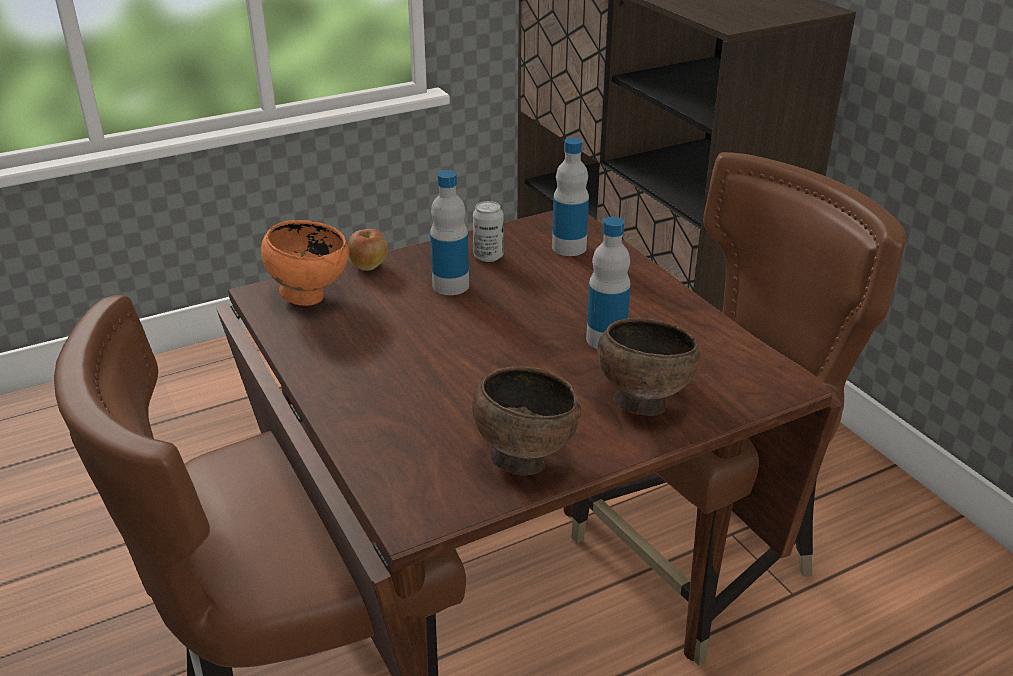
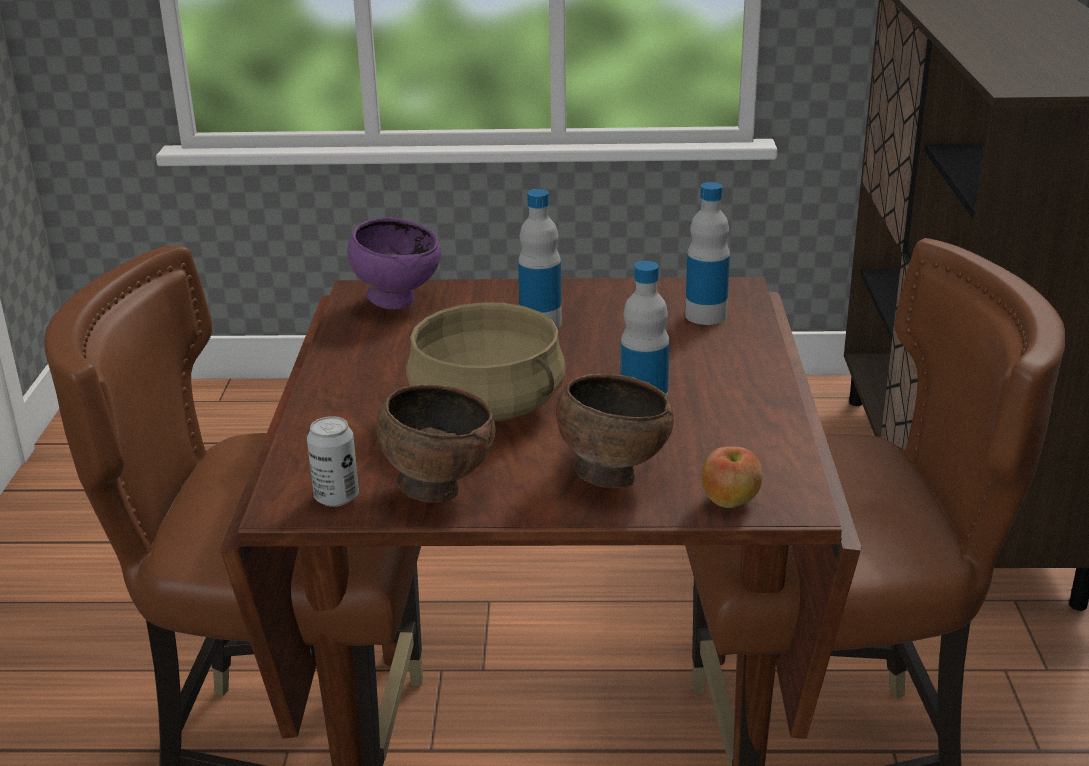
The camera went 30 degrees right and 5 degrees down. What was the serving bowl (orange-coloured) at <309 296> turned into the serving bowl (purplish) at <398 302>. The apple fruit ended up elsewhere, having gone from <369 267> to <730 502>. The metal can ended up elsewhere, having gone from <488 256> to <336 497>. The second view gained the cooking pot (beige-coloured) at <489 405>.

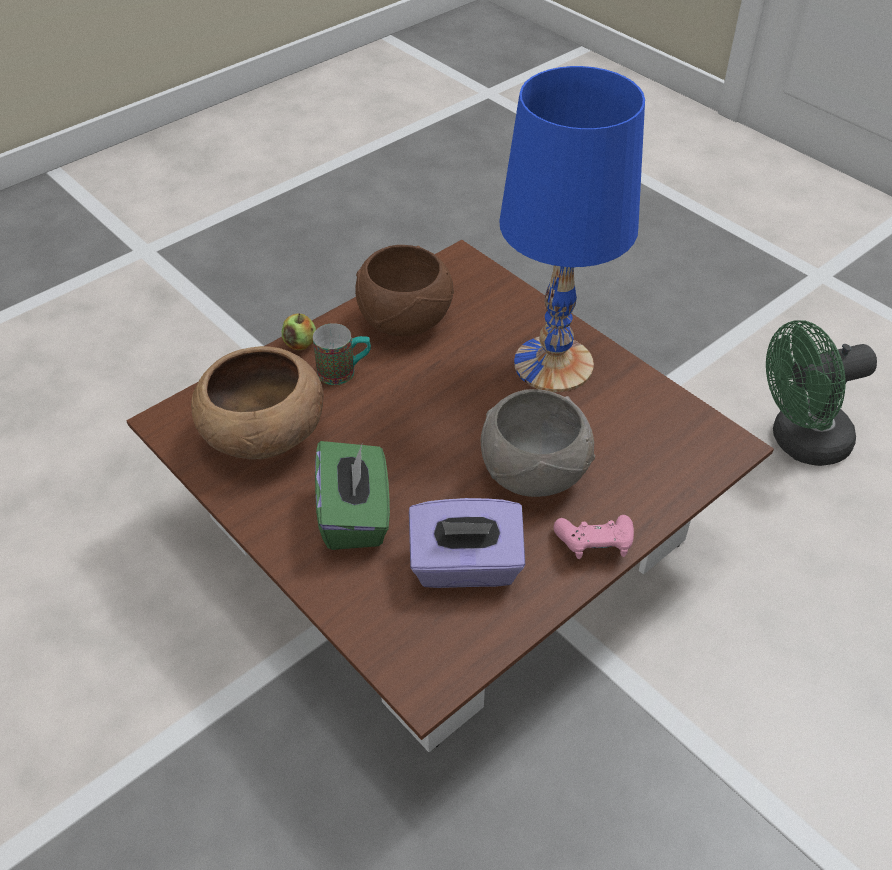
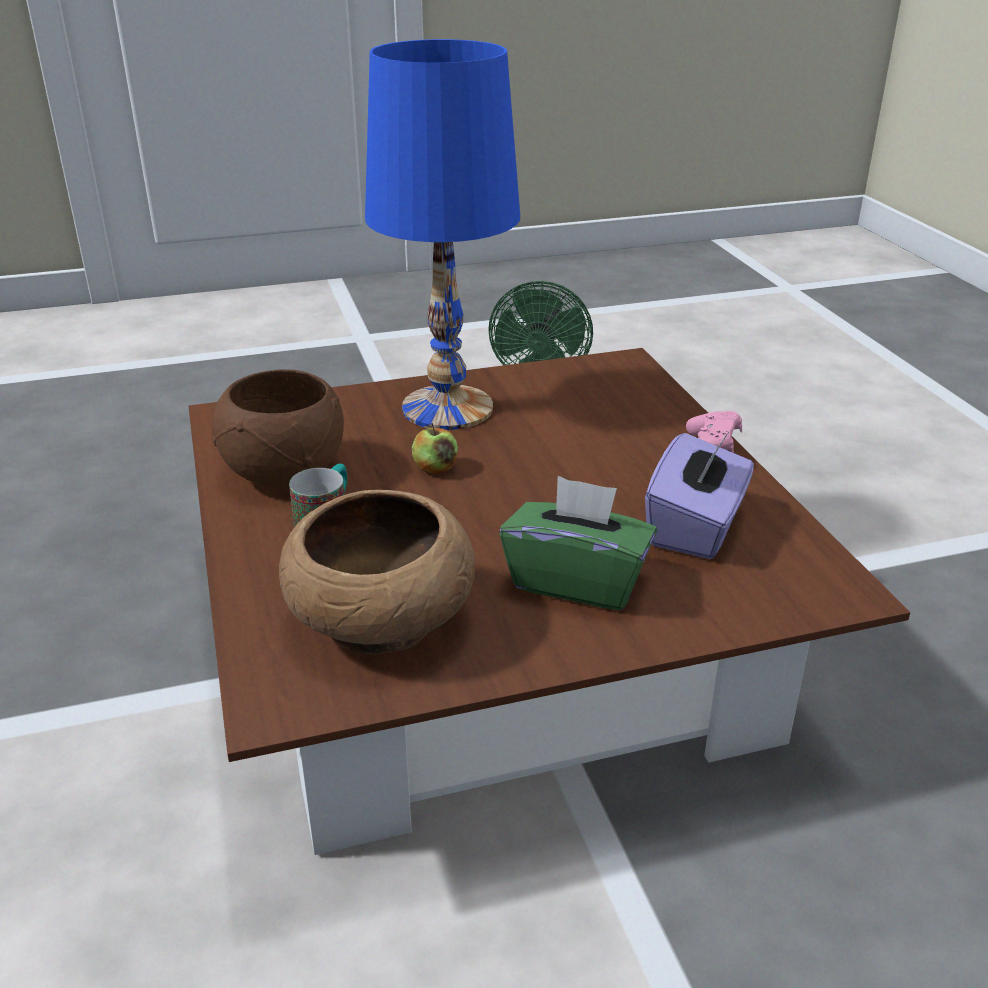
The camera went 65 degrees left and 15 degrees down. The apple fruit ended up elsewhere, having gone from <300 344> to <435 468>. The second view lost the serving bowl (greyish) at <531 473>.

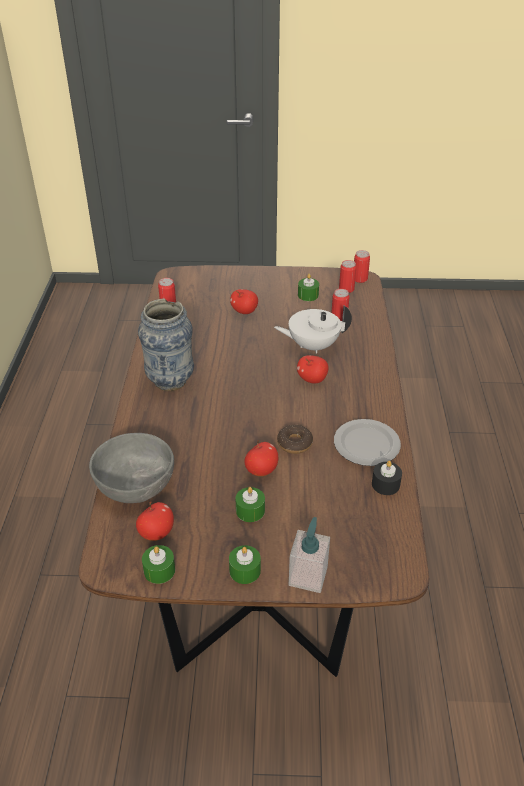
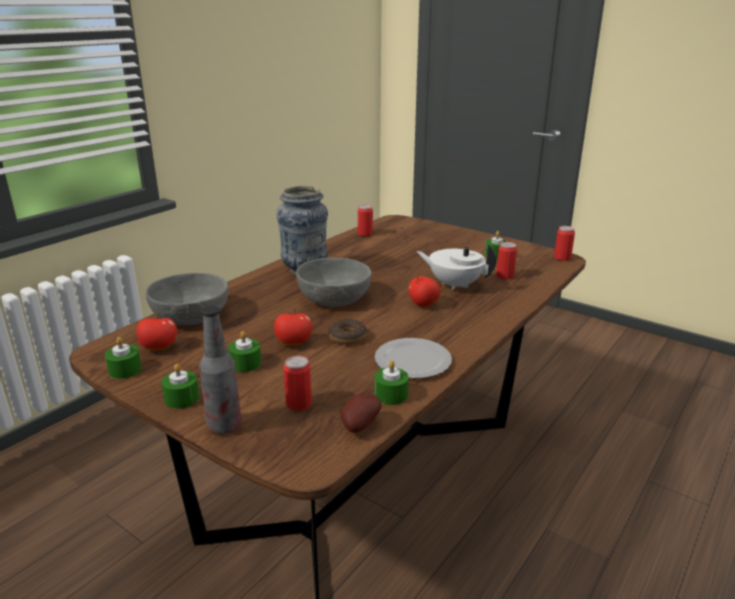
The camera went 35 degrees right and 15 degrees down. The second view lost the apple fruit at <244 311>. Where the soap dispenser stood at <308 576>, the drink bottle came to stand at <224 426>. The metal can ended up elsewhere, having gone from <346 289> to <299 404>. What was the wax light (black) at <385 484> turned into the wax light (greenish) at <391 395>. The second view gained the serving bowl (greyish) at <334 297>. The second view gained the potato at <358 426>.

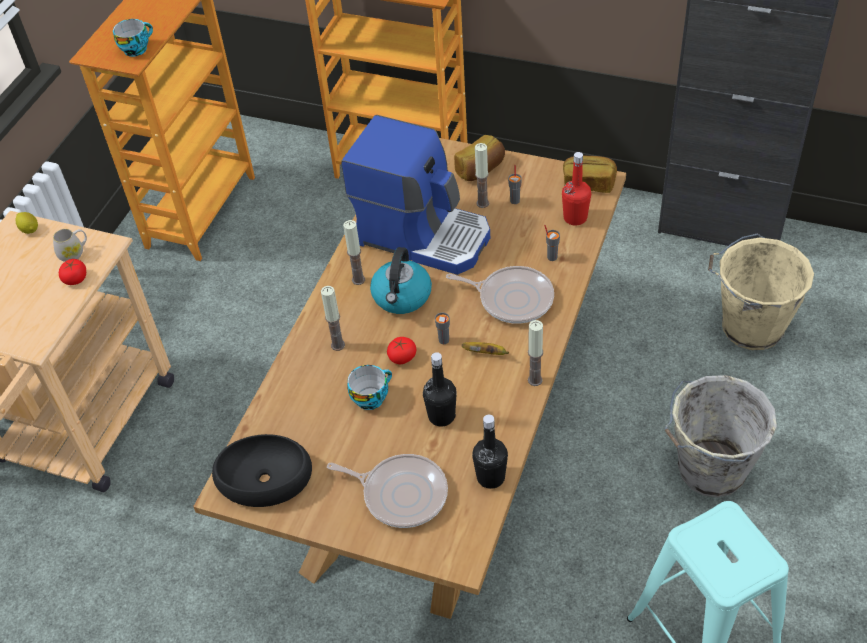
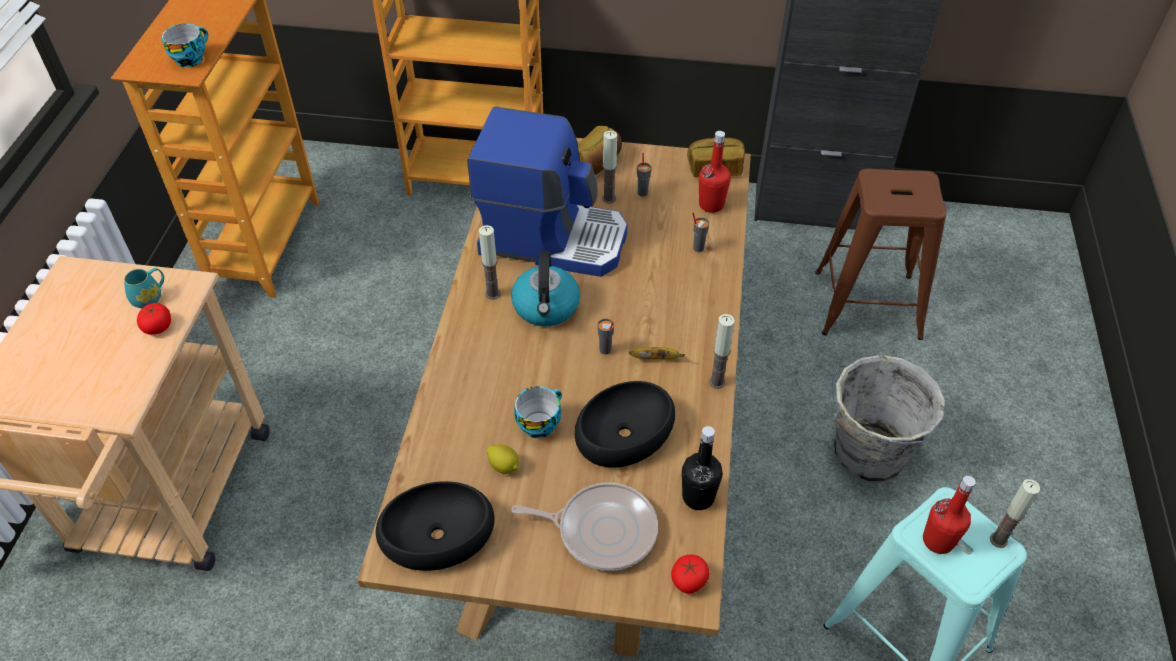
The camera went 15 degrees left and 0 degrees up. The citrus fruit ended up elsewhere, having gone from <29 229> to <504 466>. What was the mug (whitish) at <74 253> turned into the mug (turquoise-coloured) at <150 297>. The wax light ended up elsewhere, having gone from <338 345> to <998 540>. The fresh tomato ended up elsewhere, having gone from <402 357> to <688 580>. Where the drink bottle (black) stood at <441 416>, the serving bowl (black) came to stand at <625 435>. The second view lost the pan at <512 298>. Where the pail (beige-coloured) stood at <749 326>, the stool (brown-coloured) came to stand at <867 304>. The second view gained the drink bottle (red-coloured) at <938 540>.

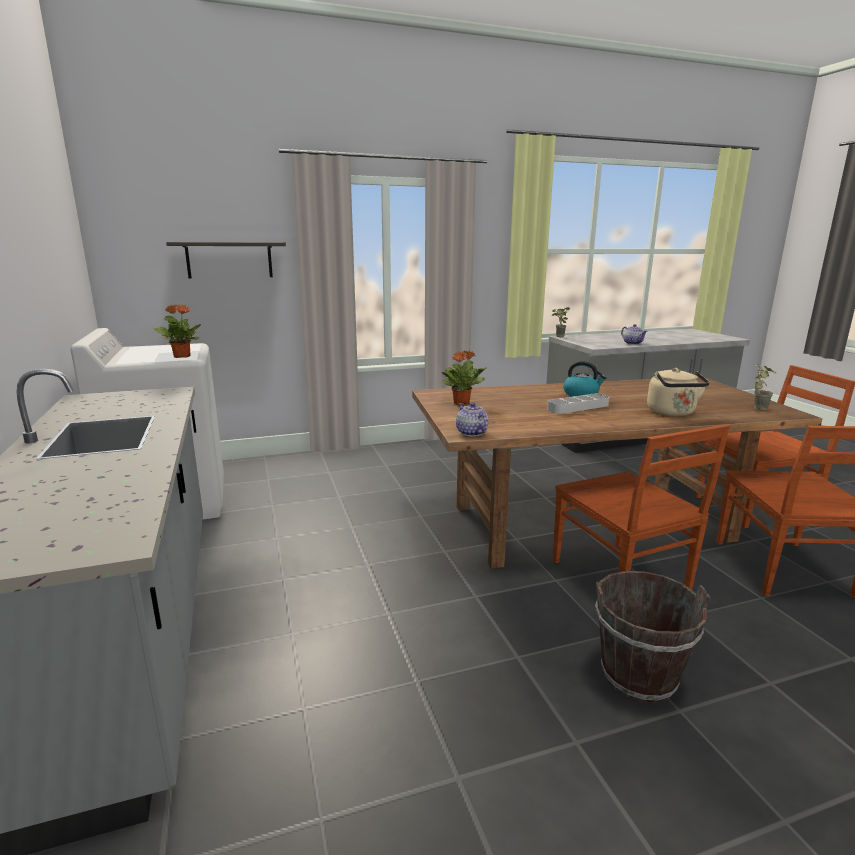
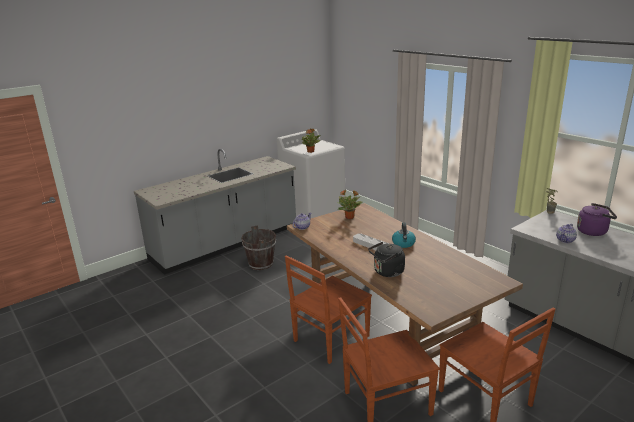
The camera went 70 degrees right and 5 degrees up. The second view lost the bracket shelf at <229 260>. The pail (brown-coloured) ended up elsewhere, having gone from <638 676> to <261 264>. What was the tea kettle (beige-coloured) at <672 413> turned into the tea kettle (black) at <387 272>. The second view lost the plant in a pot at <757 407>. The second view gained the tea kettle (purplish) at <593 231>.

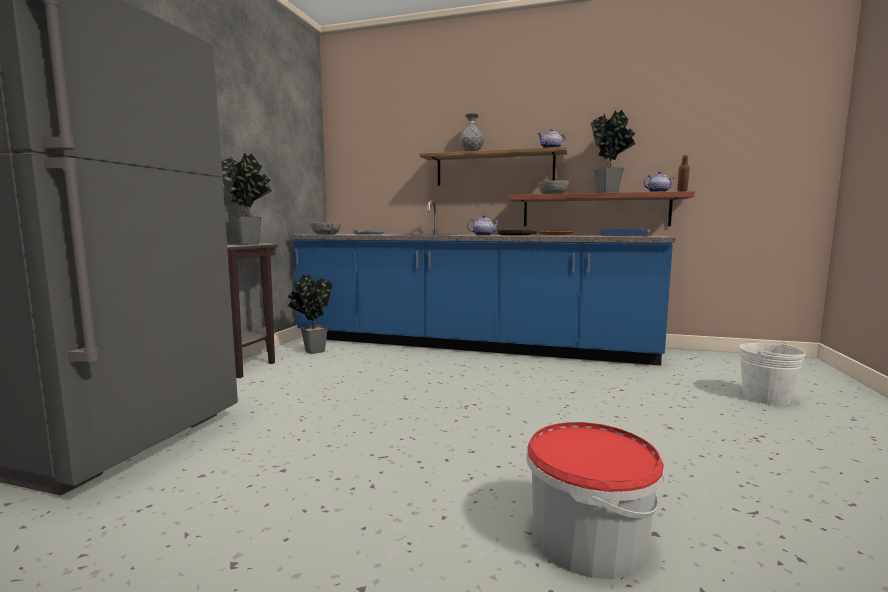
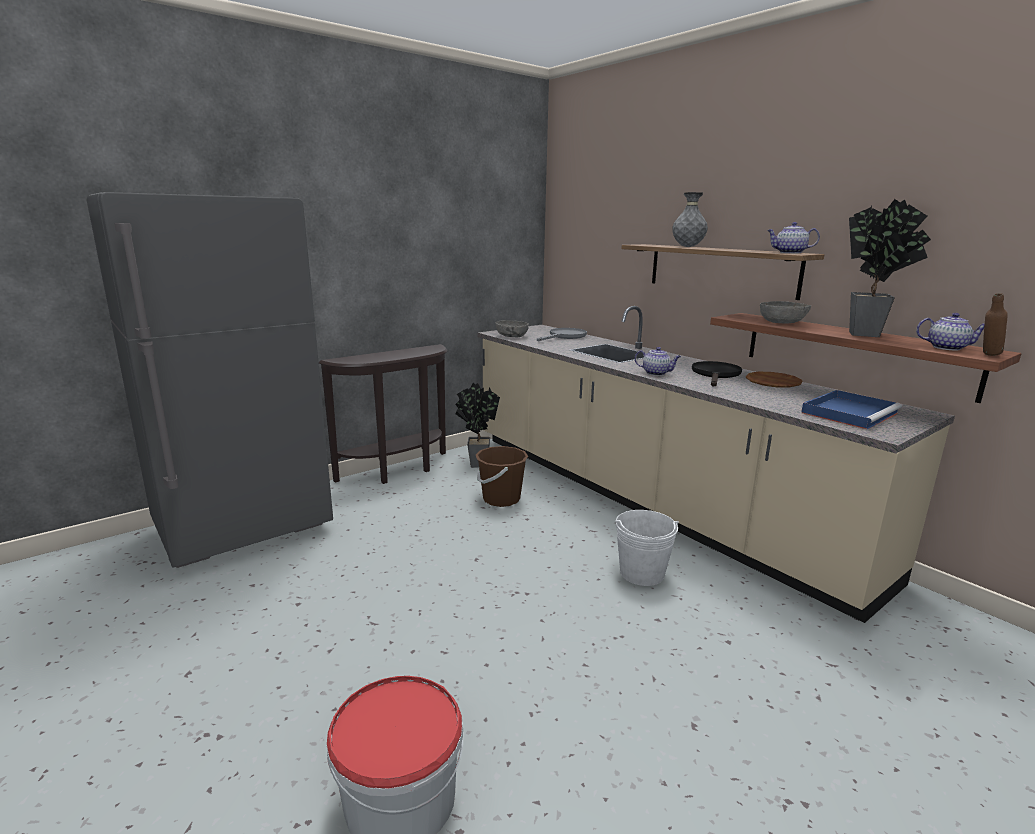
The camera went 35 degrees right and 10 degrees up. The second view lost the plant in a pot at <250 244>. What was the kitchen base unit (bluish) at <468 344> turned into the kitchen base unit (beige-coloured) at <645 498>. The pail (whitish) ended up elsewhere, having gone from <766 398> to <642 573>. The second view gained the pail (brown-coloured) at <501 499>.

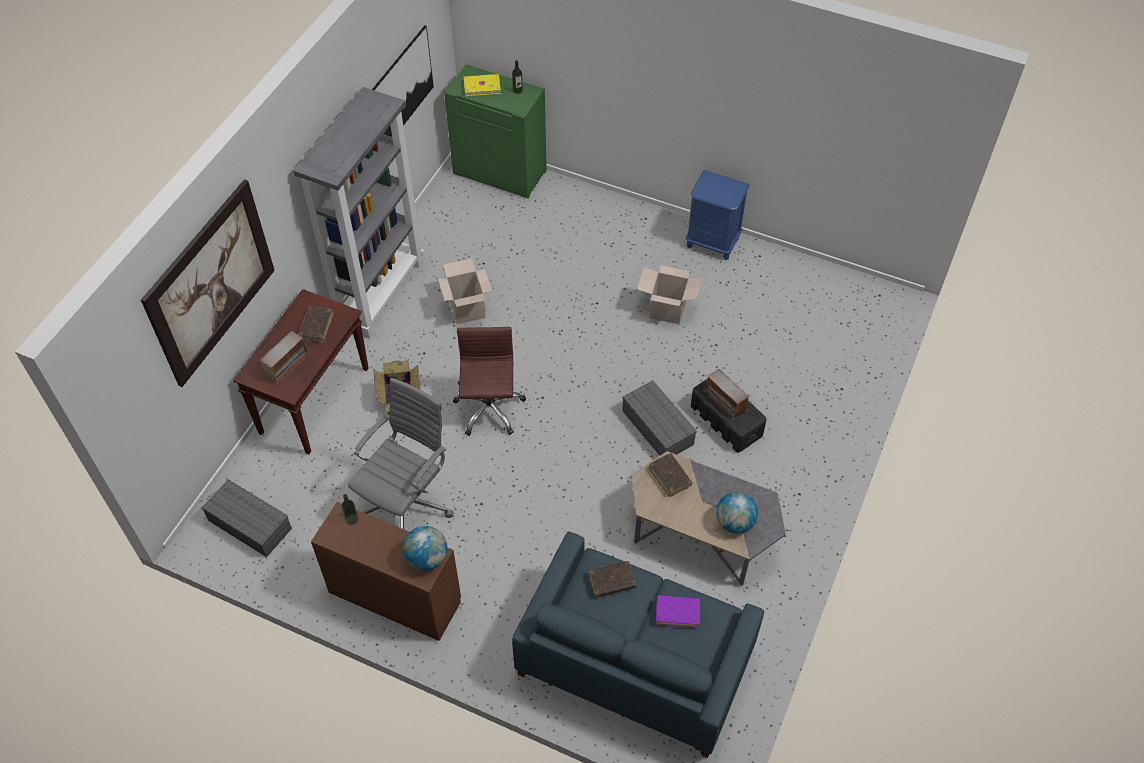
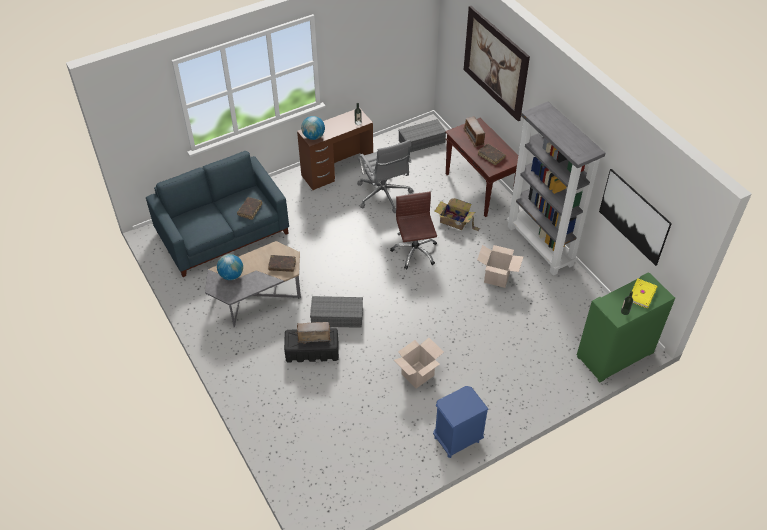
The camera went 125 degrees right and 5 degrees down. The desk chair (brown-coloured) at <489 409> ended up facing another way, 135 degrees counterclockwise from before. The second view lost the bound book (purplish) at <677 614>.

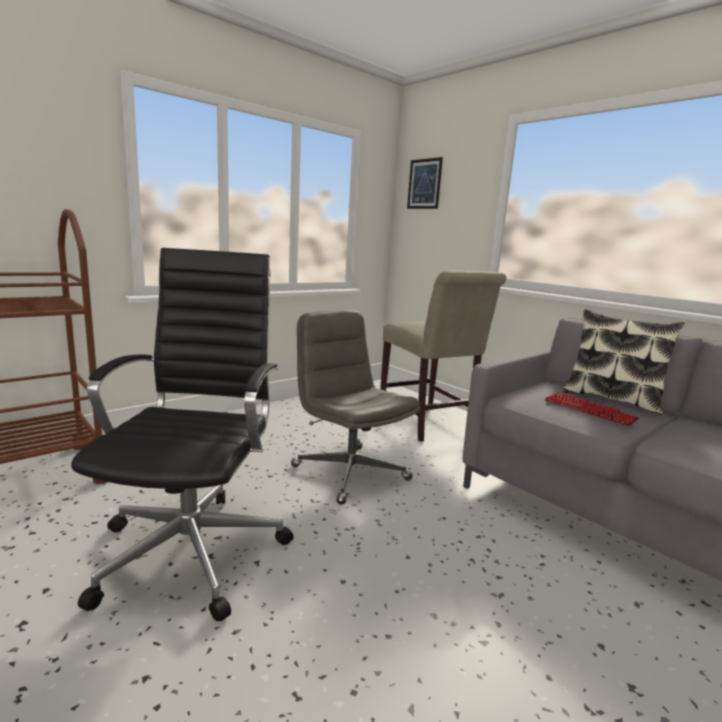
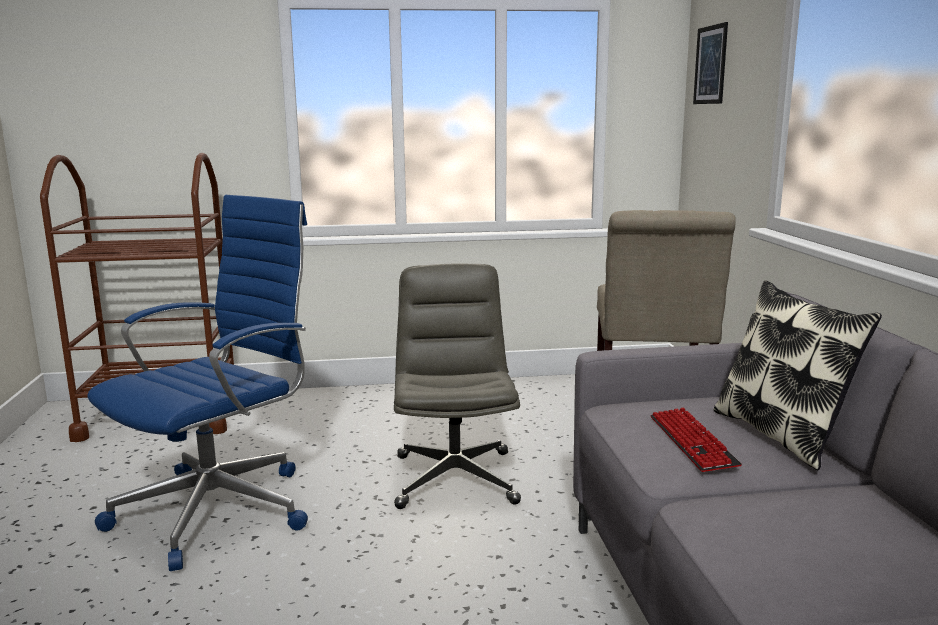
The camera went 35 degrees right and 0 degrees up. What was the desk chair (black) at <194 548> turned into the desk chair (bluish) at <220 509>.

